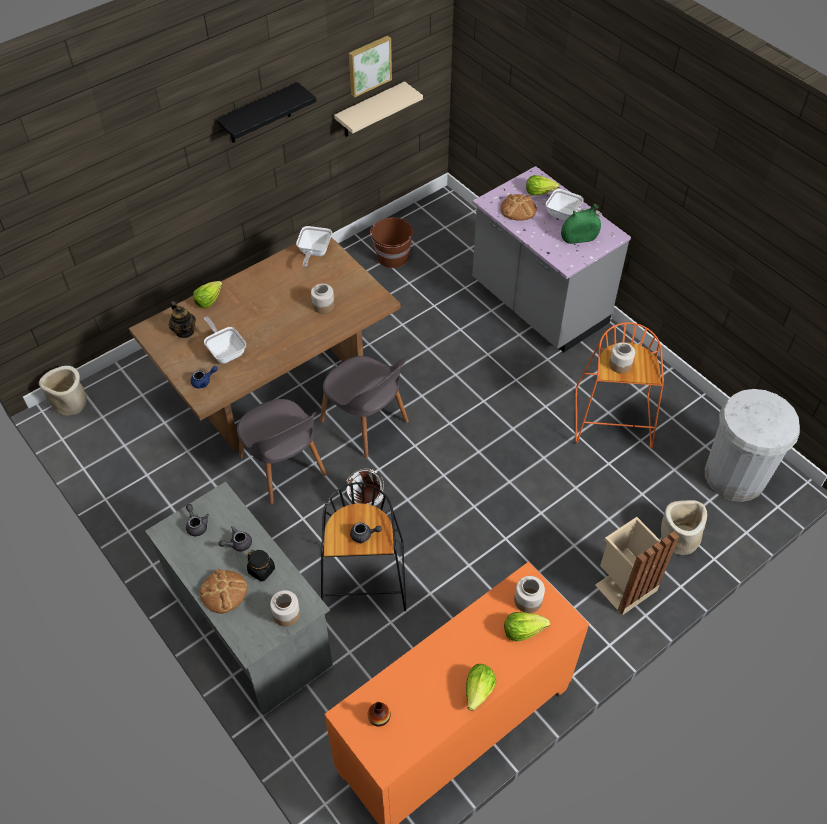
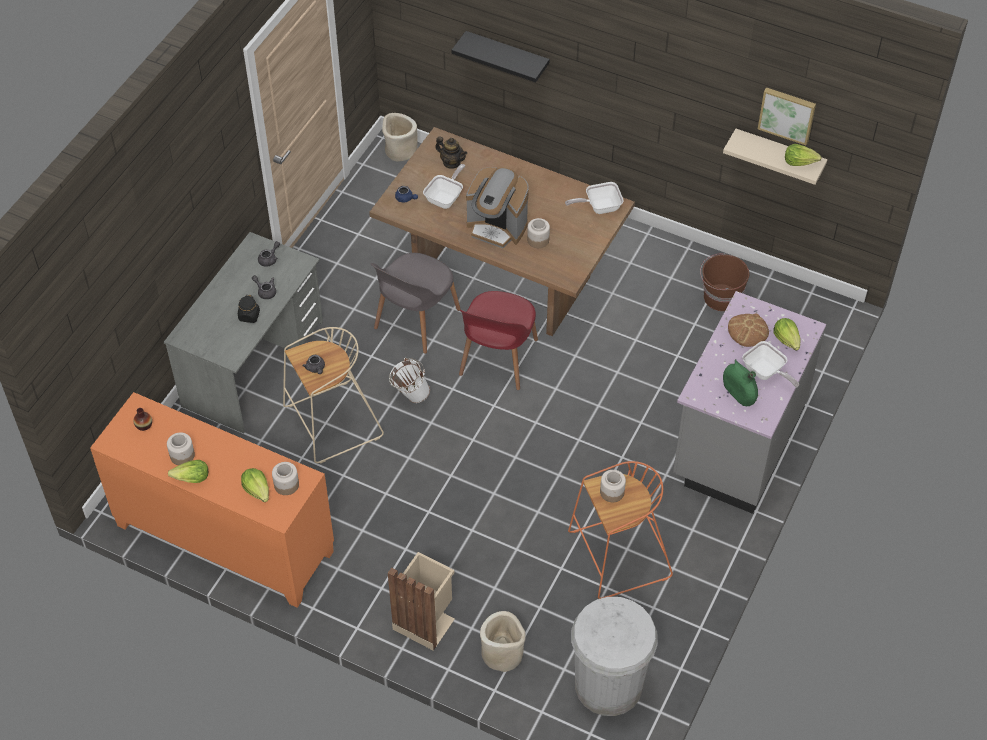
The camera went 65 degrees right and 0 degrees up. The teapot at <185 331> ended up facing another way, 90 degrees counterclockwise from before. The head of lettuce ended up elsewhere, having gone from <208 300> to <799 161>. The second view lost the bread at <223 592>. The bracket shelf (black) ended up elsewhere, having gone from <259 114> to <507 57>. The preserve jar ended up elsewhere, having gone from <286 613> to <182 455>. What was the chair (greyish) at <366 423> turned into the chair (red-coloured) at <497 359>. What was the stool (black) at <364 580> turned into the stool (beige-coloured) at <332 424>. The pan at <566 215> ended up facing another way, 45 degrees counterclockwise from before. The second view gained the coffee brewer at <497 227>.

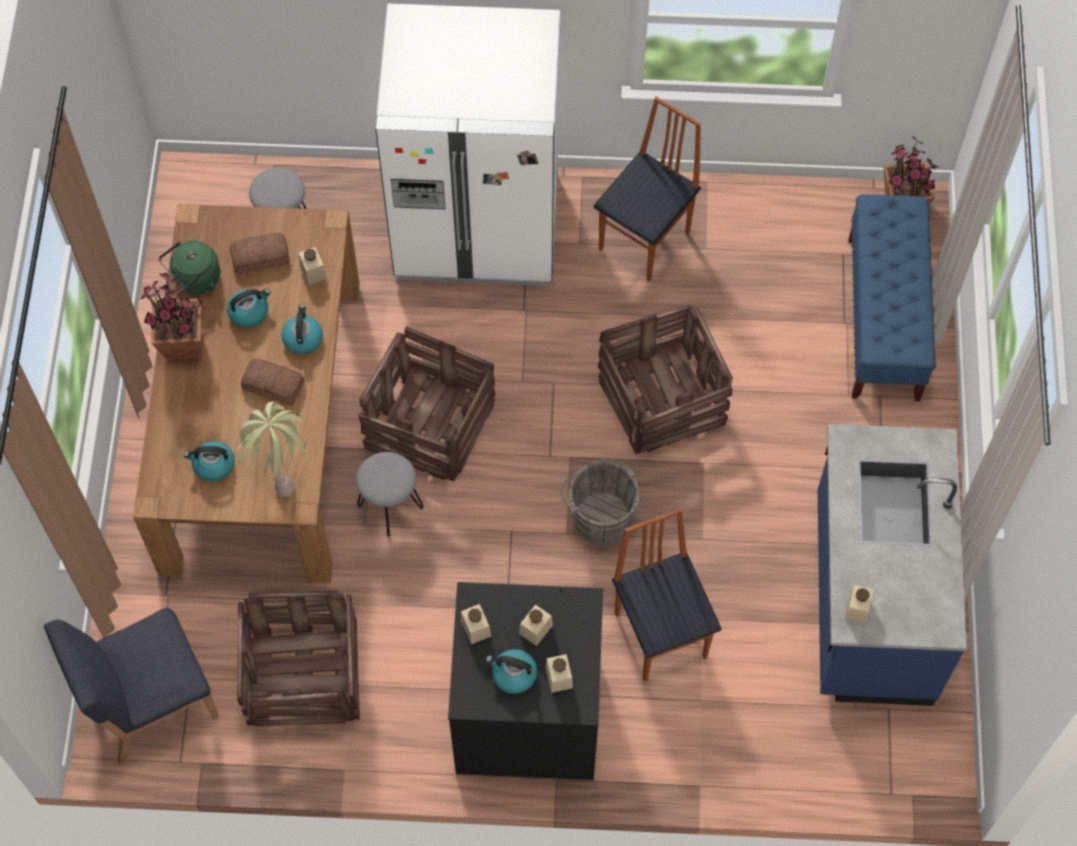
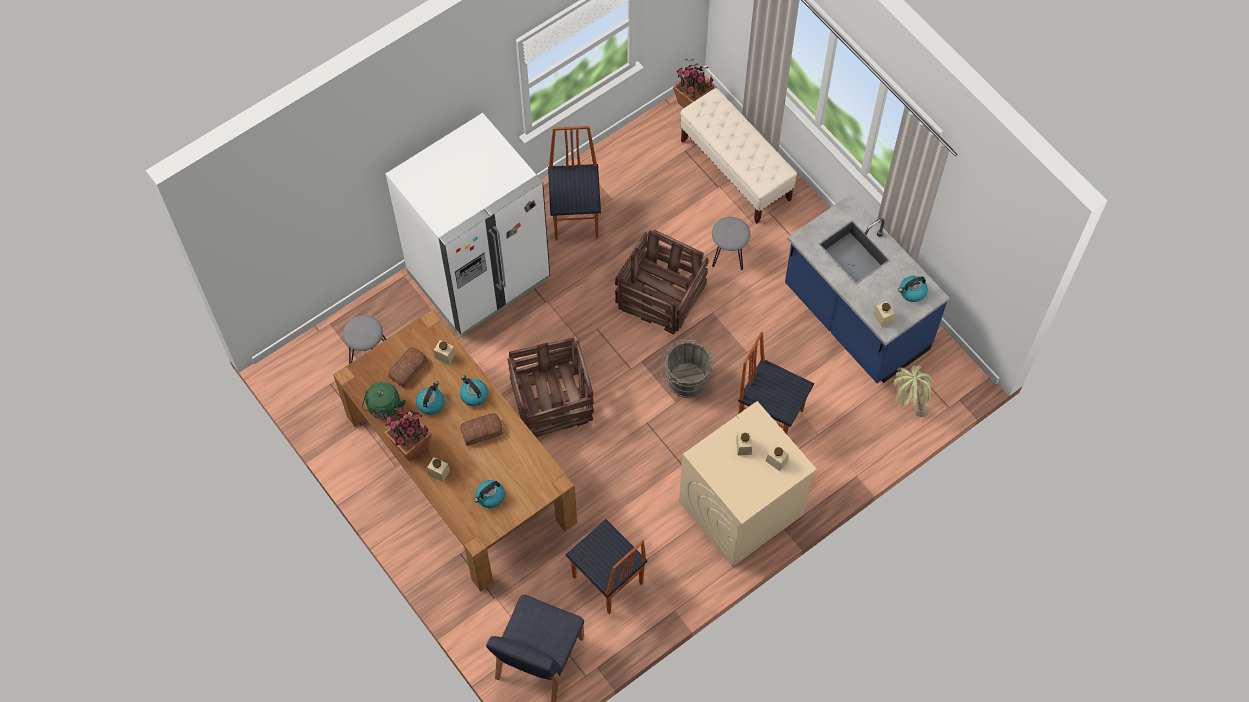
The camera went 40 degrees left and 0 degrees up. The plant in a pot ended up elsewhere, having gone from <279 469> to <907 405>. Where the shipping crate stood at <301 676>, the chair came to stand at <607 581>. The stool (greyish) ended up elsewhere, having gone from <391 507> to <729 255>. What was the washing machine (black) at <526 715> turned into the washing machine (beige-coloured) at <740 509>. The preserve jar (beige-coloured) ended up elsewhere, having gone from <475 628> to <439 472>. The tea kettle ended up elsewhere, having gone from <513 674> to <912 292>. What was the indoor bench (bluish) at <883 319> turned into the indoor bench (beige-coloured) at <735 170>.

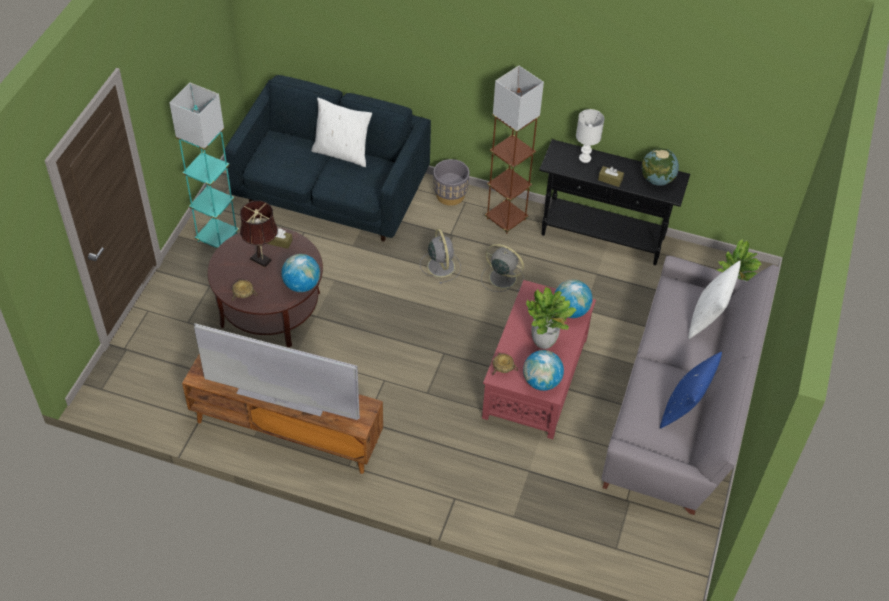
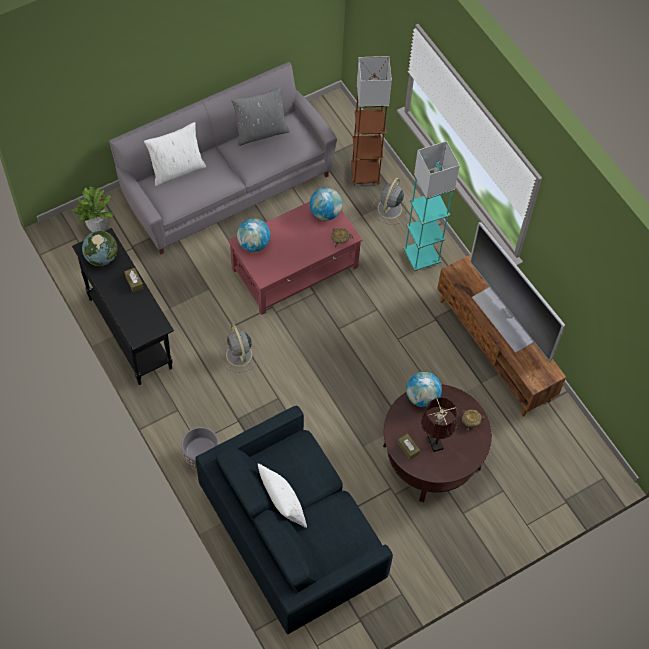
The camera went 140 degrees left and 10 degrees up. The standing lamp (turquoise-coloured) ended up elsewhere, having gone from <217 237> to <421 257>. The electric fan (greyish) ended up elsewhere, having gone from <440 265> to <389 209>. The standing lamp (brown-coloured) ended up elsewhere, having gone from <506 219> to <365 174>. The second view lost the plant in a pot at <544 342>. The second view lost the lamp for a table (whitish) at <585 158>. What was the pillow (bluish) at <684 408> turned into the pillow (greyish) at <261 132>.

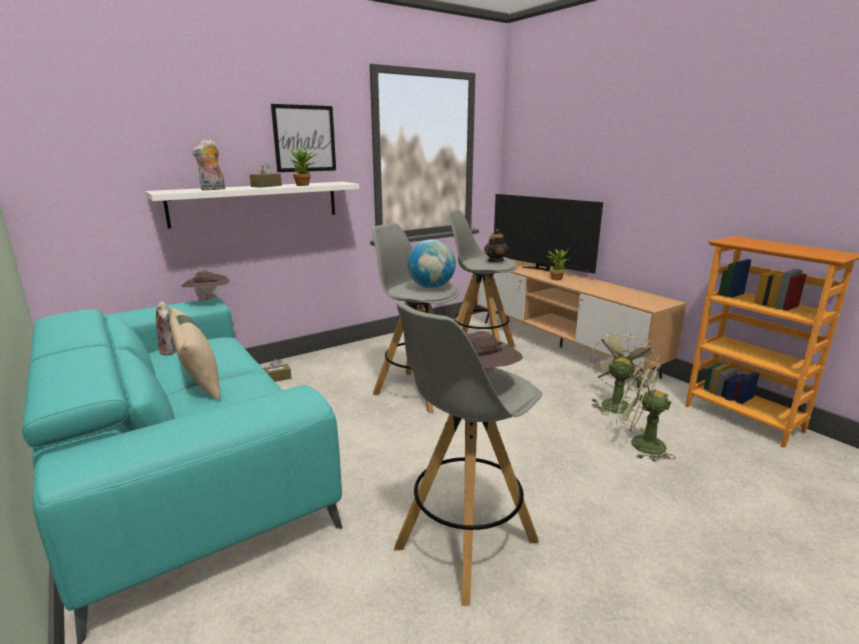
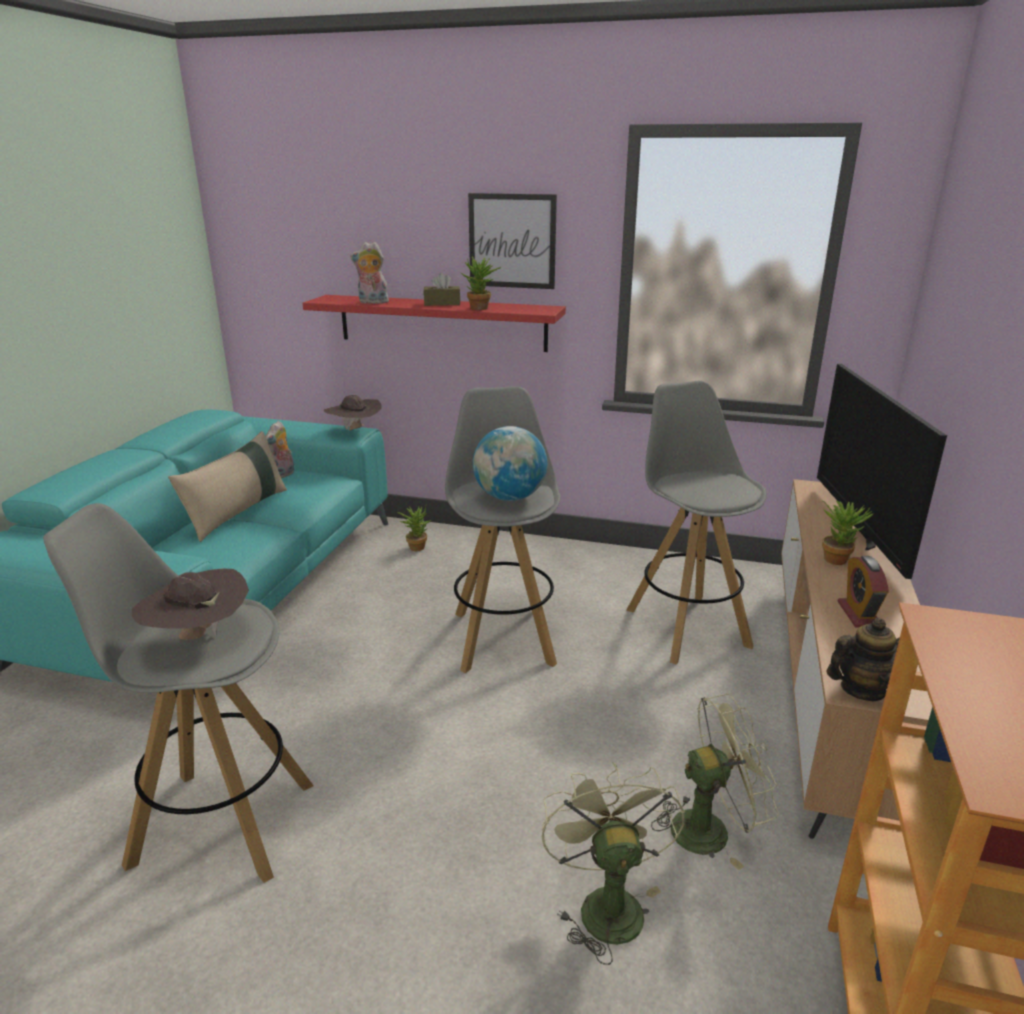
The camera went 50 degrees right and 5 degrees up. What was the bracket shelf (whitish) at <256 203> turned into the bracket shelf (red-coloured) at <441 322>. Where the tissue box (brown-coloured) stood at <277 378>, the plant in a pot came to stand at <416 546>. The teapot ended up elsewhere, having gone from <495 261> to <862 689>. The second view gained the bedside clock at <859 614>.

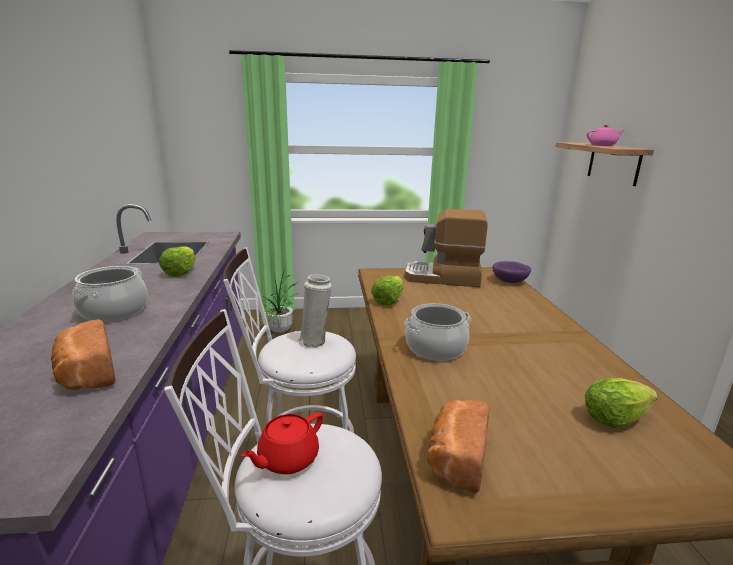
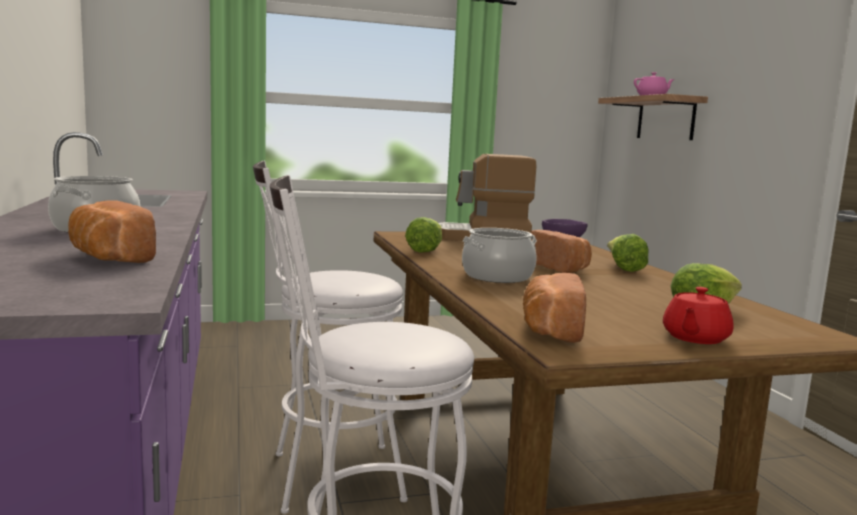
The camera went 10 degrees left and 10 degrees down. The head of lettuce ended up elsewhere, having gone from <181 272> to <623 268>. The teapot (red-coloured) ended up elsewhere, having gone from <287 459> to <694 338>. The second view lost the plant in a pot at <279 333>. The second view lost the vase (whitish) at <315 341>. The second view gained the bread at <560 267>.

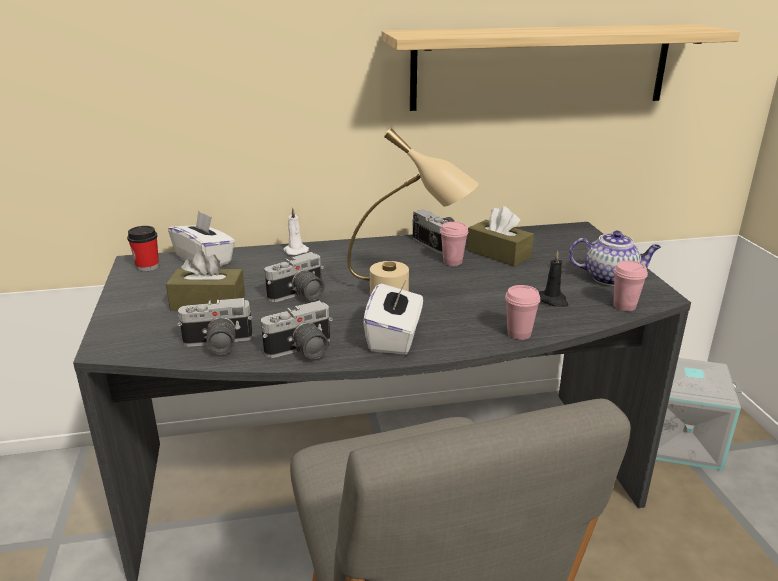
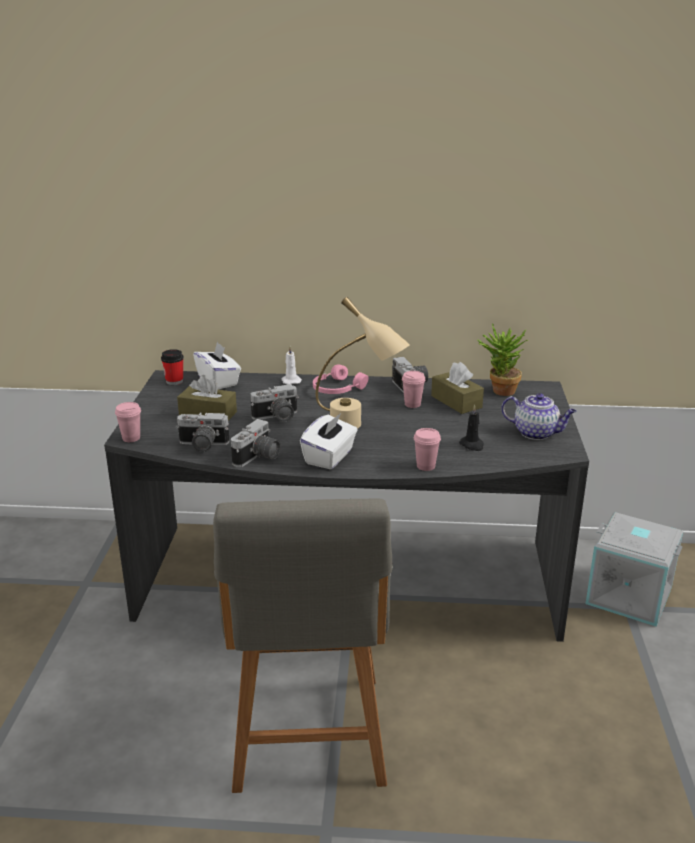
The camera went 15 degrees right and 0 degrees up. The photo camera at <302 352> ended up facing another way, 45 degrees counterclockwise from before. The second view lost the bracket shelf at <541 67>. The cup (pink) ended up elsewhere, having gone from <624 306> to <131 438>. The second view gained the headphones (pink) at <337 389>. The second view gained the plant in a pot at <499 392>.

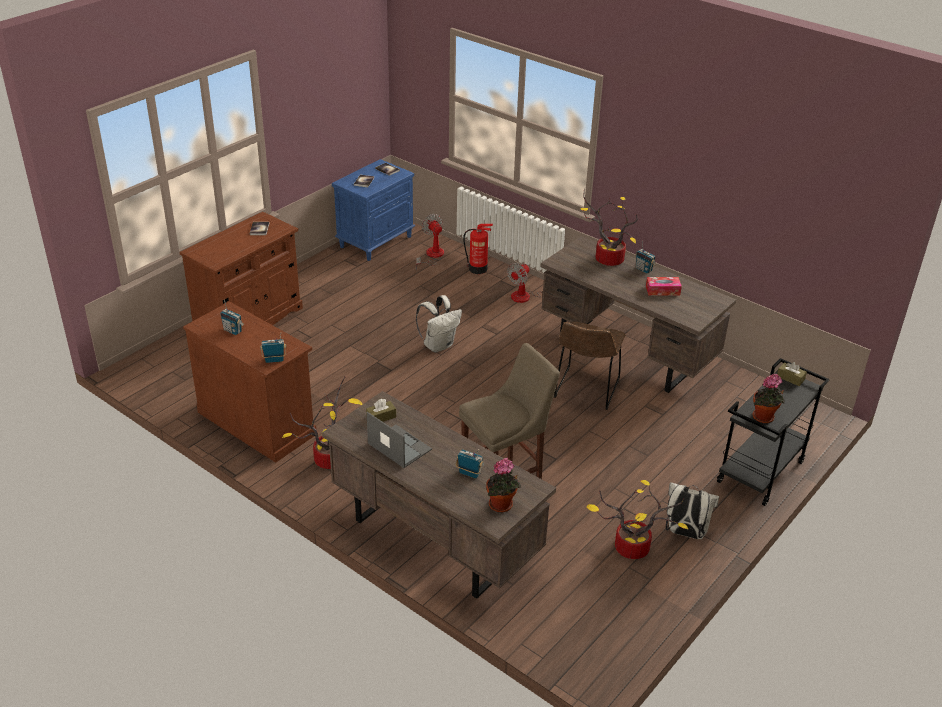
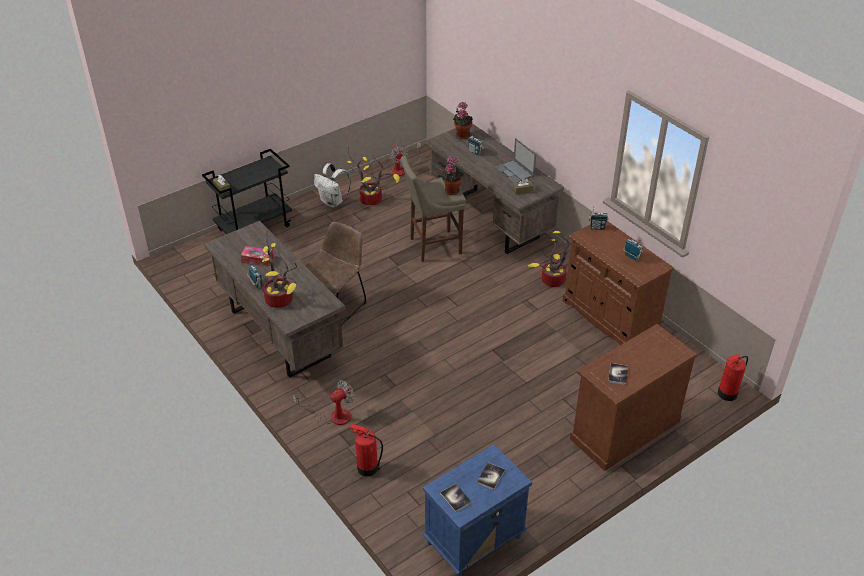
The camera went 165 degrees left and 5 degrees up. The electric fan ended up elsewhere, having gone from <432 256> to <401 169>. The second view lost the knapsack (whitish) at <438 345>. The plant in a pot ended up elsewhere, having gone from <764 418> to <451 190>. The second view gained the extinguisher at <727 394>.

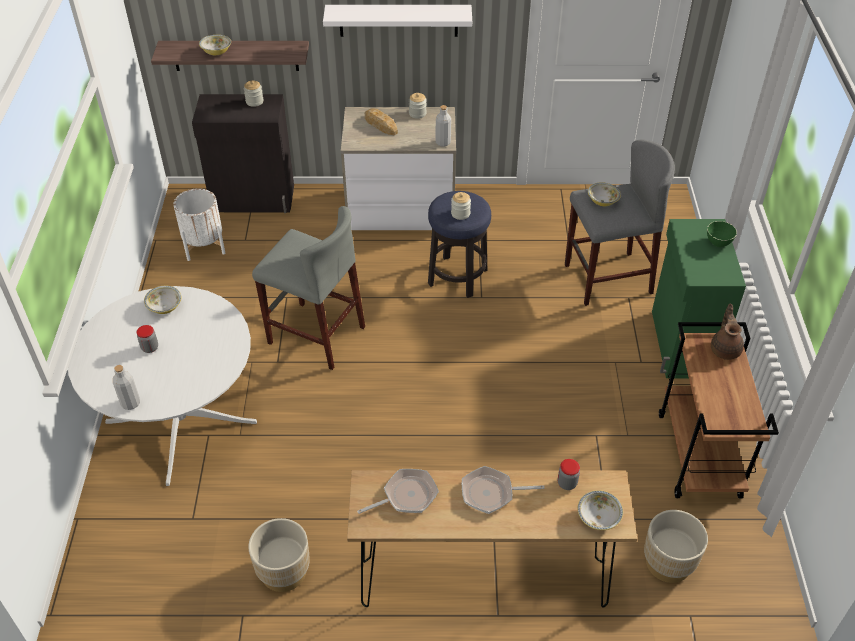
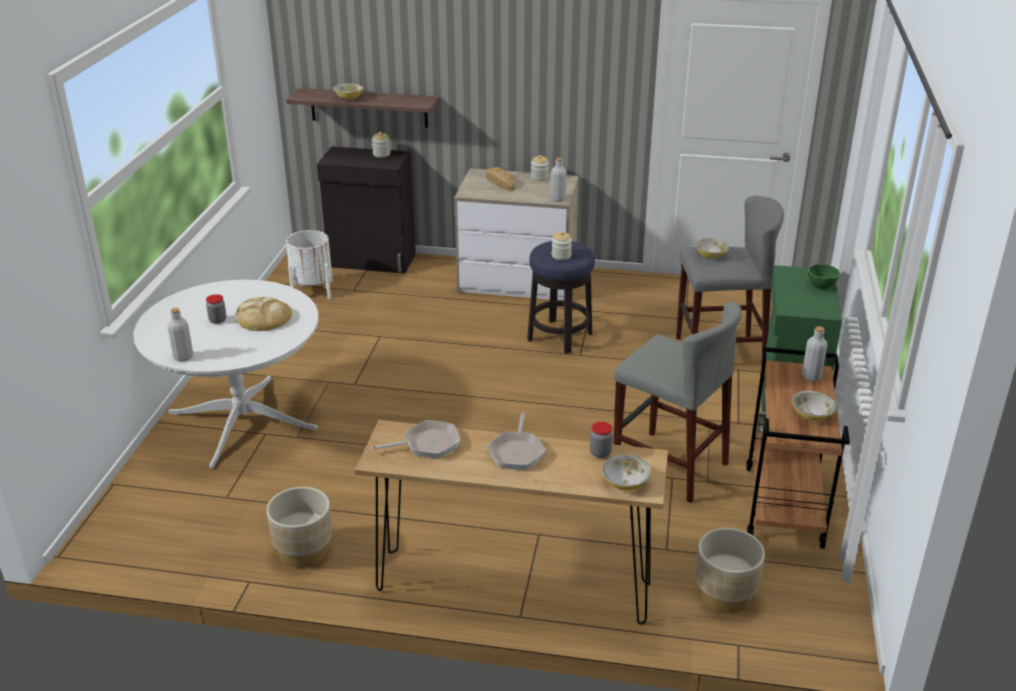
The camera went 10 degrees right and 15 degrees down. The serving bowl ended up elsewhere, having gone from <165 307> to <811 415>. The stool (greyish) ended up elsewhere, having gone from <316 335> to <670 465>. The second view lost the bracket shelf (whitish) at <398 20>. The pan at <491 493> ended up facing another way, 90 degrees counterclockwise from before. Where the teapot (brown-coloured) stood at <725 349>, the drink bottle (greyish) came to stand at <811 376>. The second view gained the bread at <263 318>.

